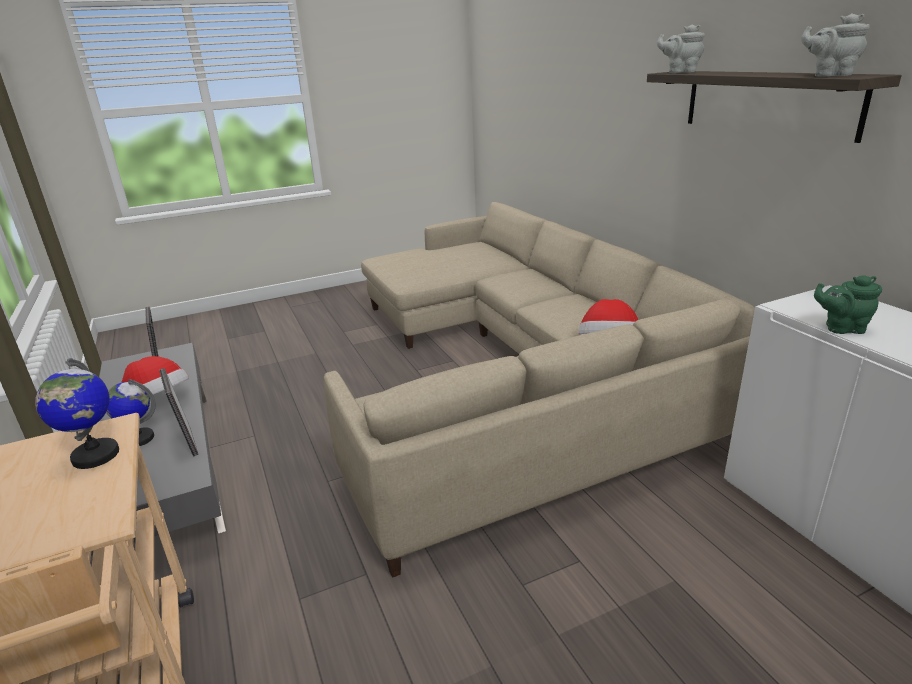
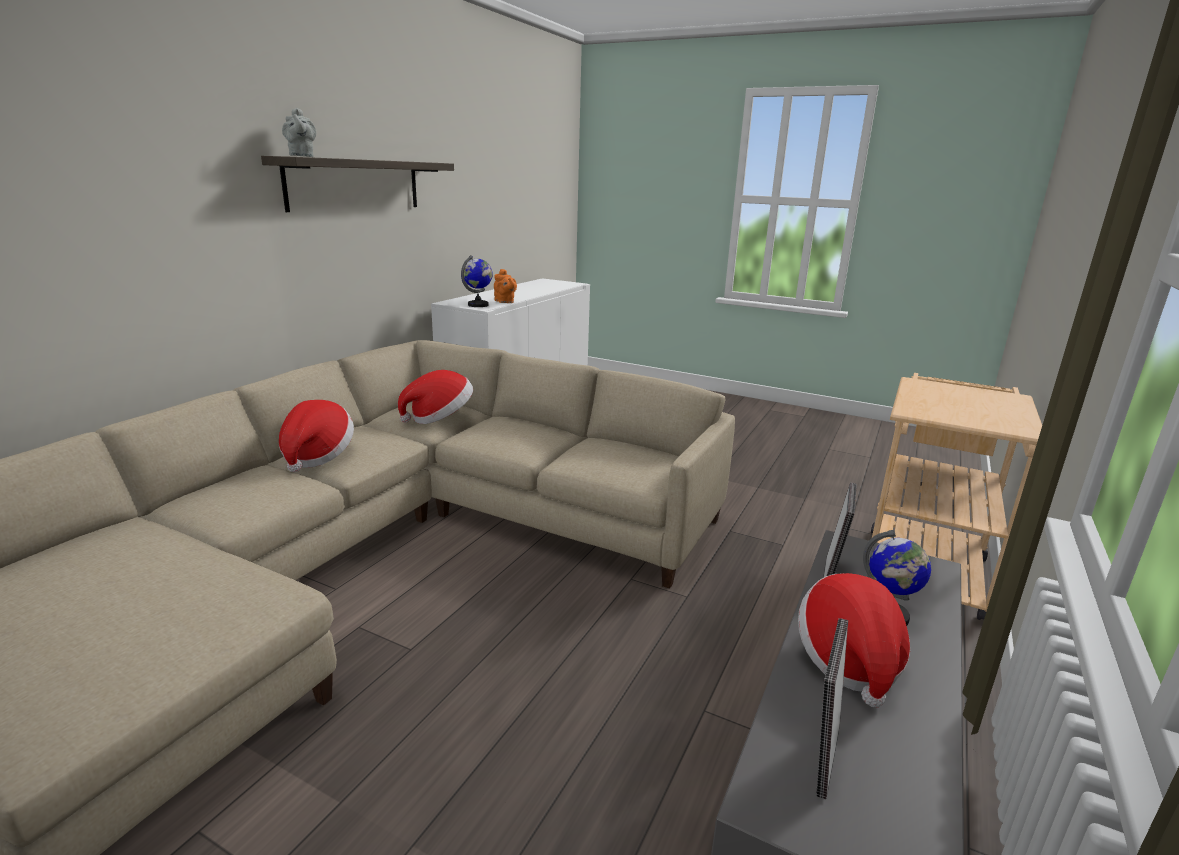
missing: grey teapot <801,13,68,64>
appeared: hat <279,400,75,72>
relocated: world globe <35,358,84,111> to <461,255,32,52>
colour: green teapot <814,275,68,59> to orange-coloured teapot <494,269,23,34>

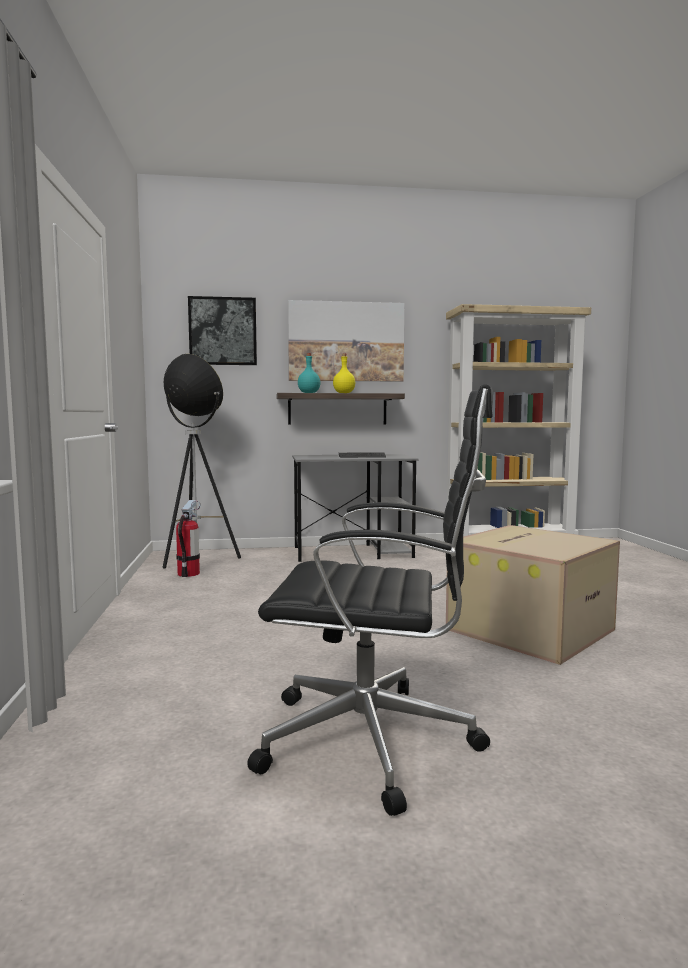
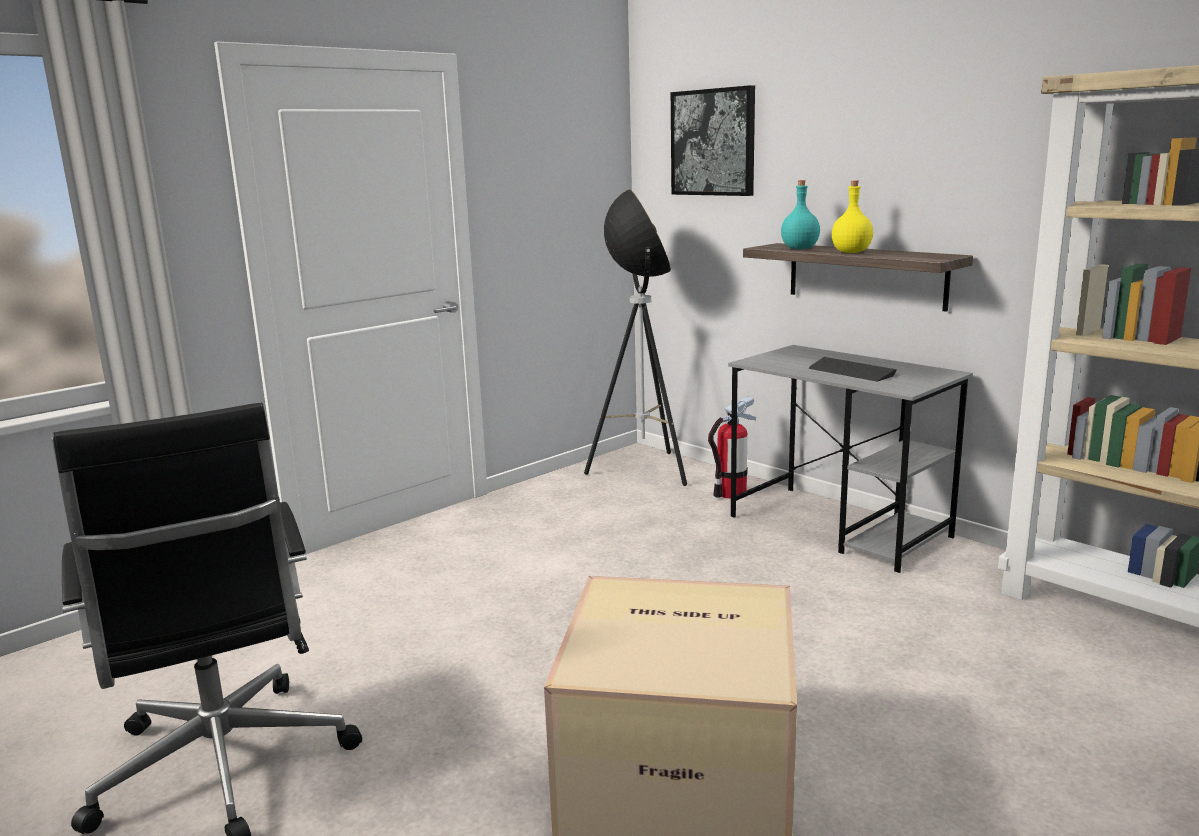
missing: picture <288,300,116,82>
relocated: fire extinguisher <176,500,25,77> to <708,396,48,103>

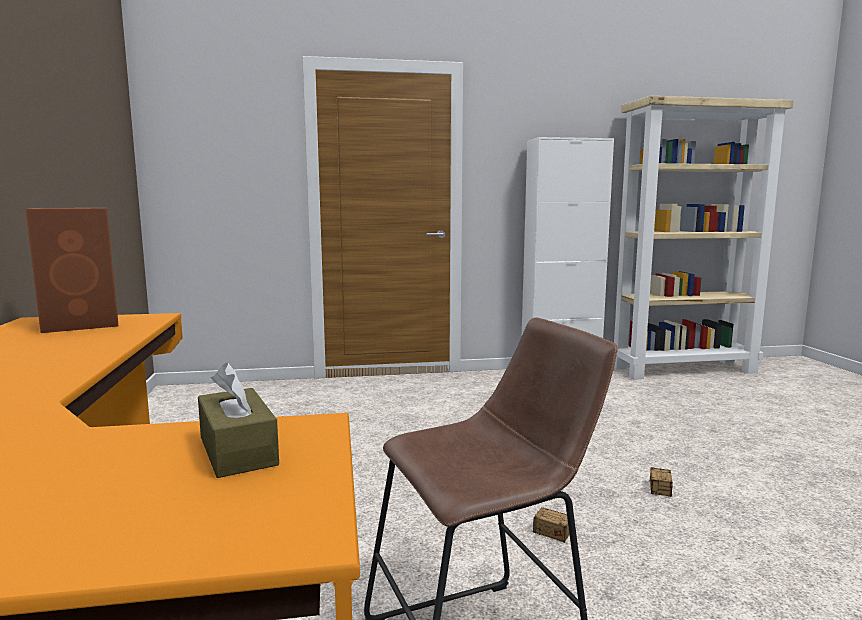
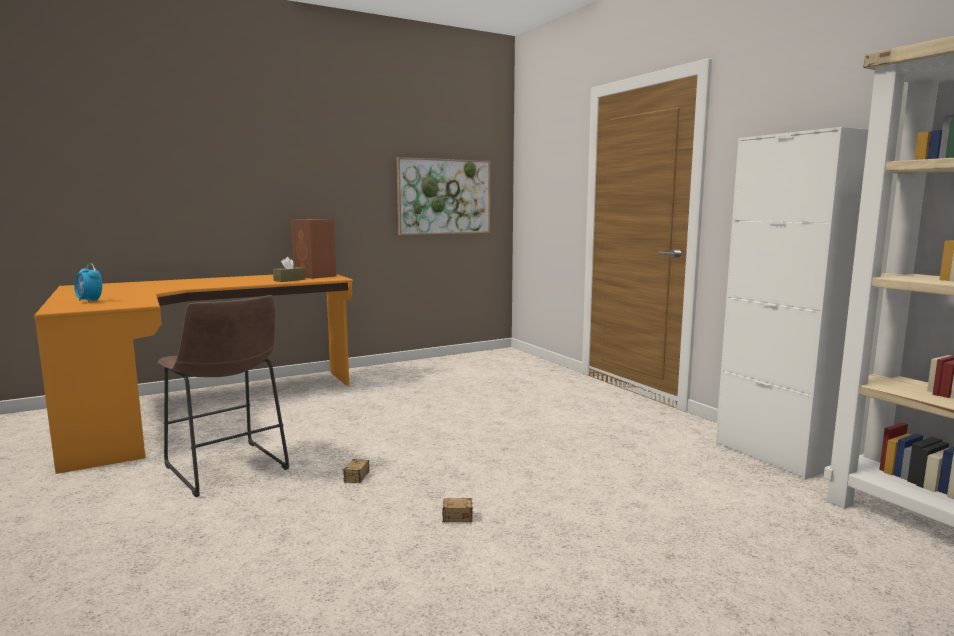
appeared: bedside clock <74,263,28,40>; picture <397,157,93,78>
relocated: brownish tissue holder <198,363,81,115> to <273,257,32,25>

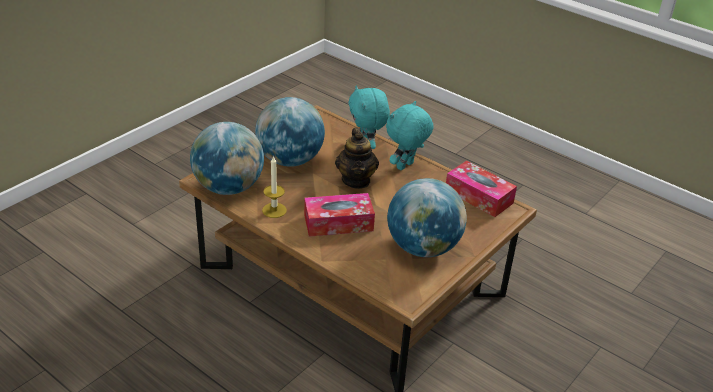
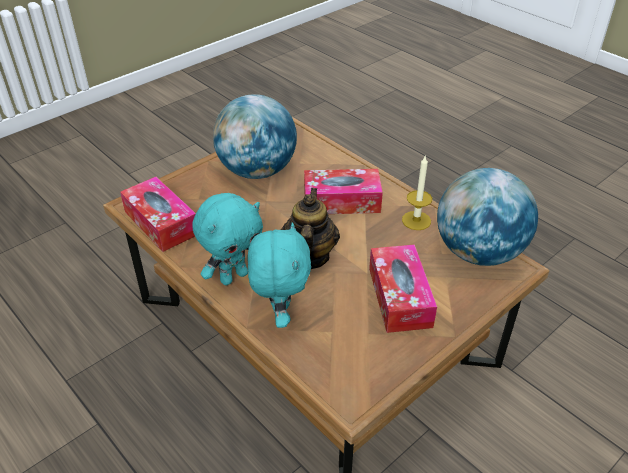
exchanged: world globe <255,97,70,70> to tissue holder <369,244,68,89>

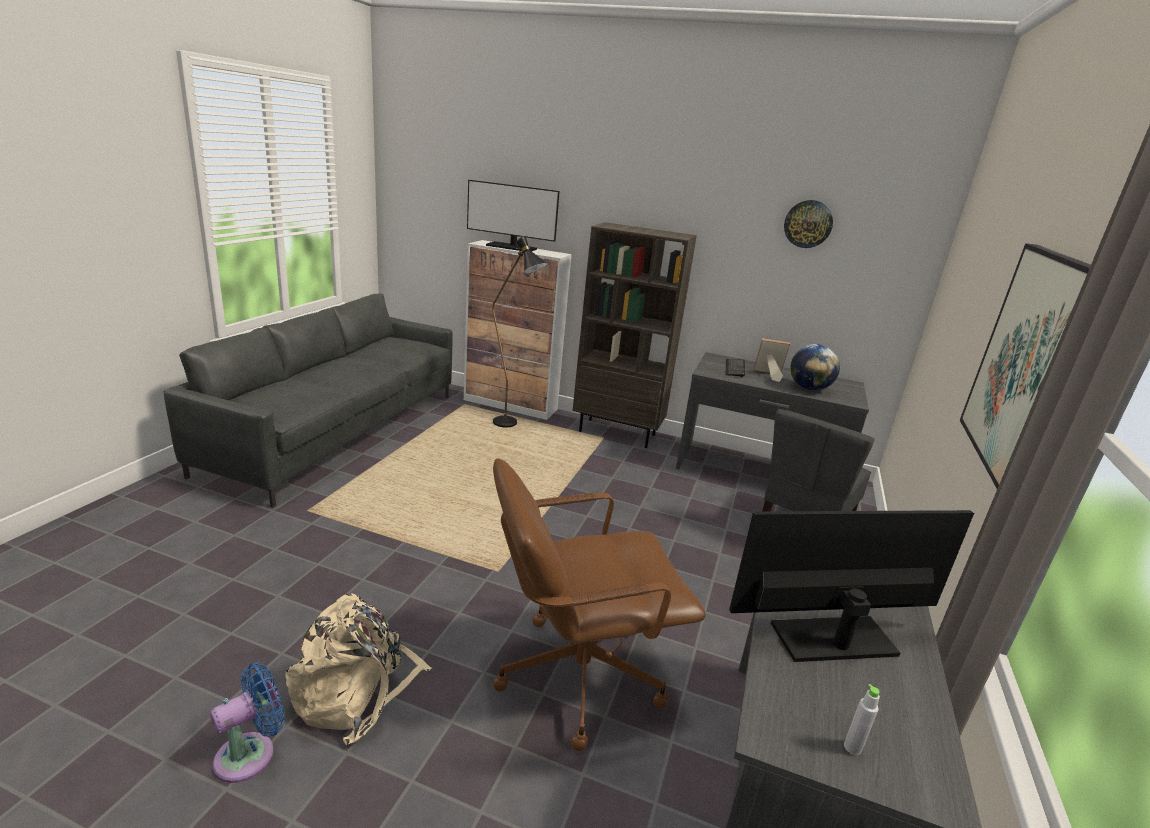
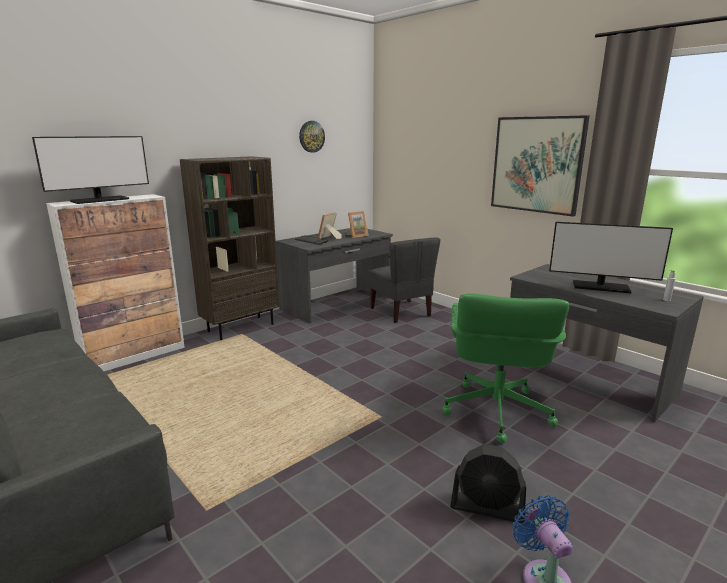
missing: black standard lamp <492,236,56,191>
exchanged: world globe <790,344,50,47> to standing frame <346,211,22,27>; beige backpack <285,593,147,152> to black fan <450,444,76,79>
colour: brownish desk chair <493,458,213,293> to green desk chair <442,294,127,149>
spun: monitor <729,510,245,152> = <549,222,124,71> 90 degrees counterclockwise

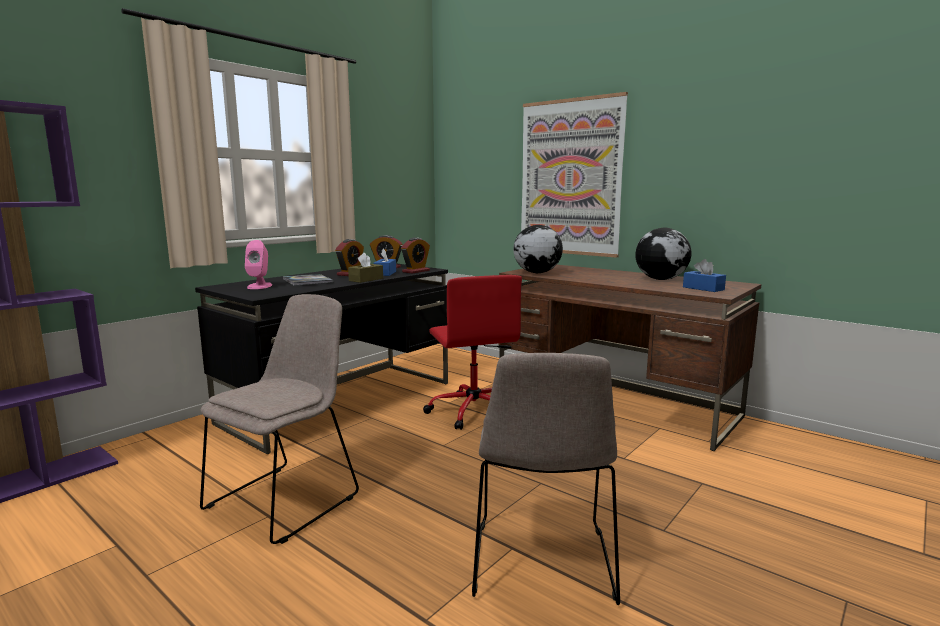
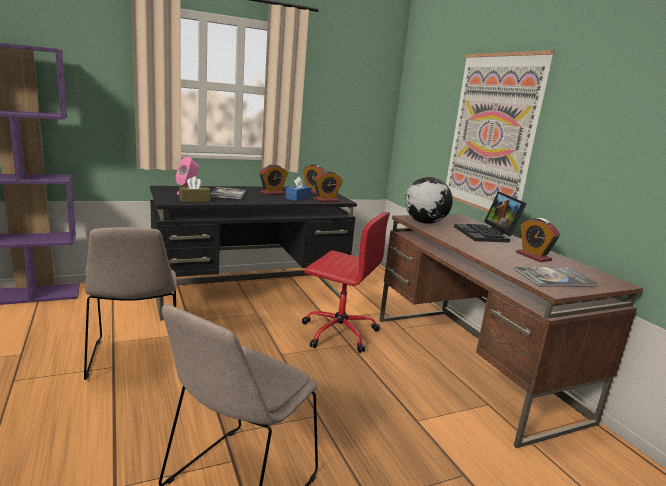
appeared: notebook computer <454,191,73,52>
relocated: brownish tissue holder <348,253,35,30> to <179,176,32,26>
exchanged: blue tissue holder <683,259,43,33> to volume <514,267,84,20>; world globe <635,228,56,52> to bedside clock <516,218,44,44>
spun: beige plain chair <200,294,159,250> = <84,227,93,153> 105 degrees clockwise; reddish desk chair <423,275,99,155> = <302,212,88,141> 75 degrees counterclockwise

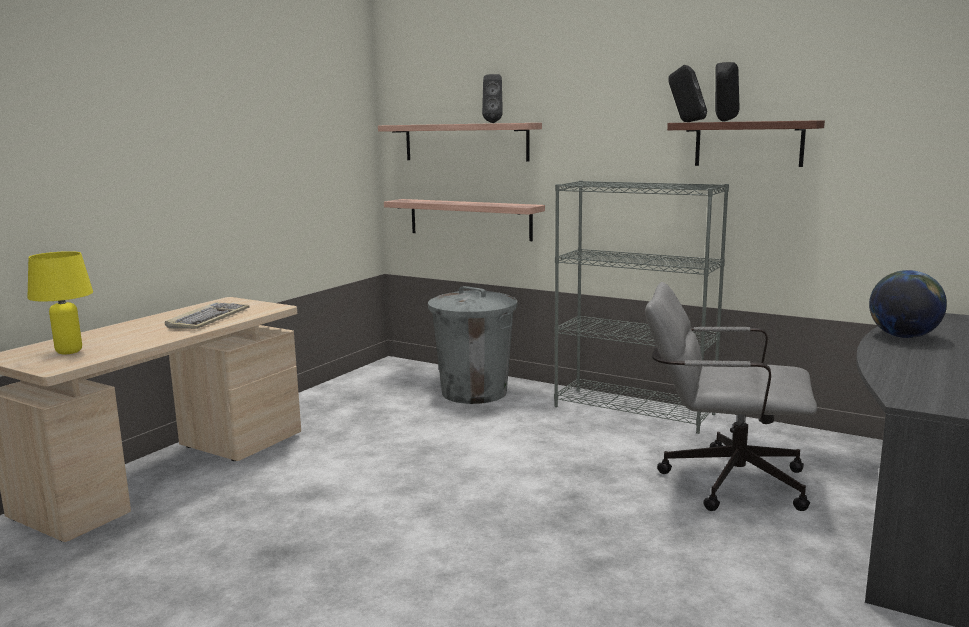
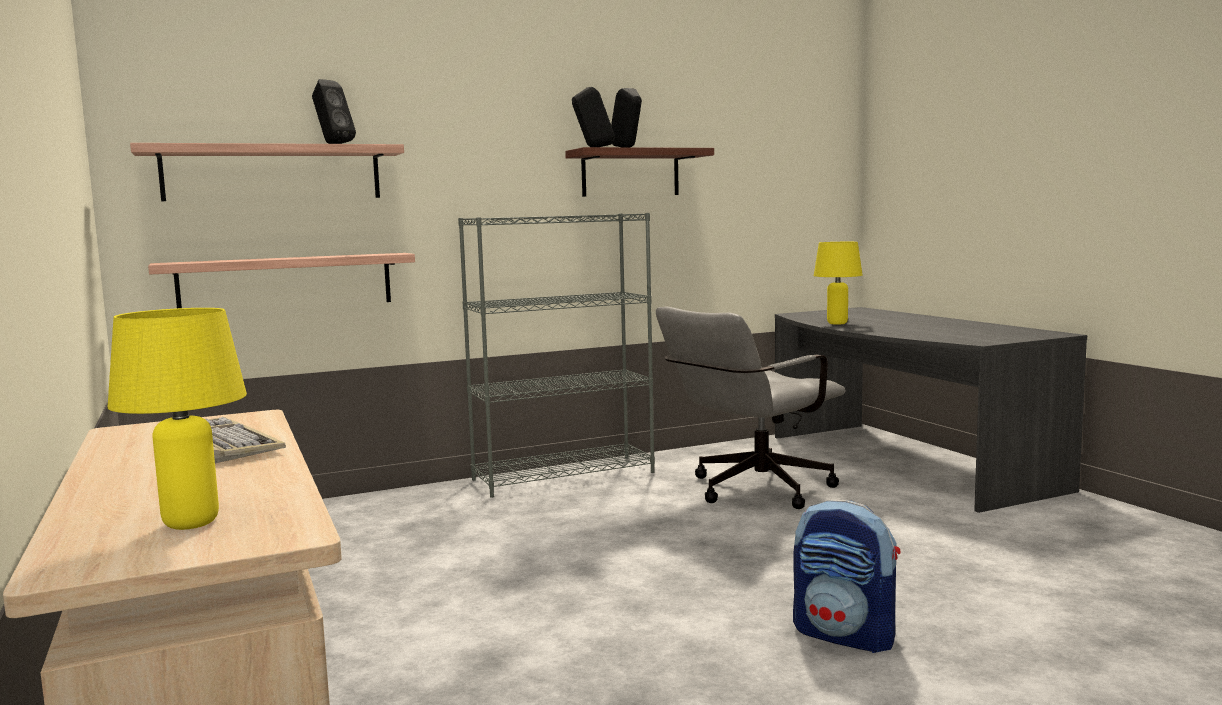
missing: grey waste bin <428,286,89,118>
appeared: backpack <793,500,108,153>
exchanged: world globe <869,270,78,68> to yellow-coloured table lamp <814,242,49,83>

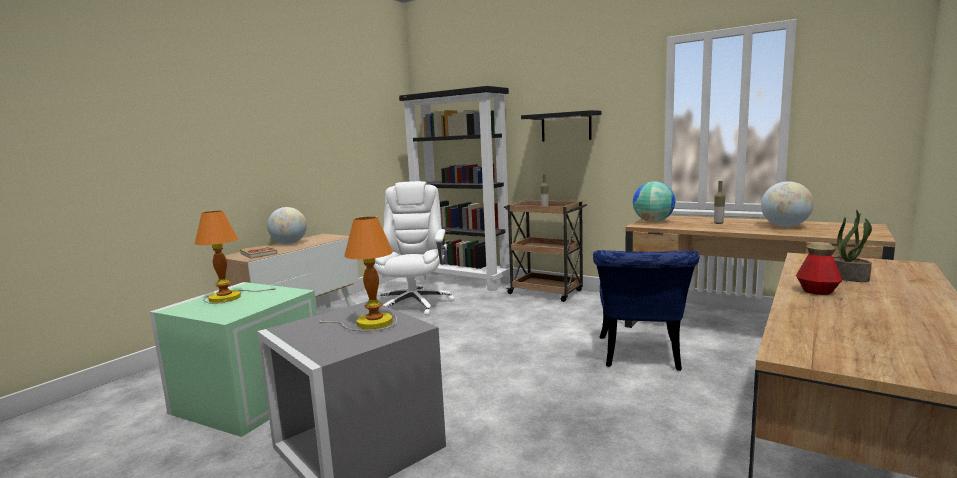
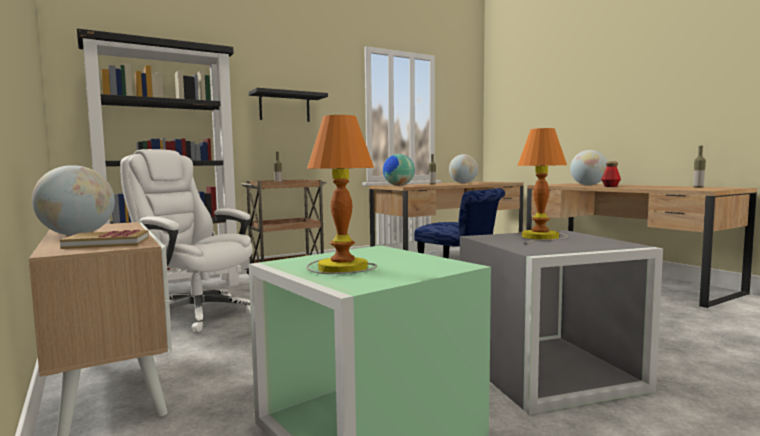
appeared: bottle <693,146,13,42>
exchanged: potted plant <833,210,39,72> to world globe <570,150,38,35>

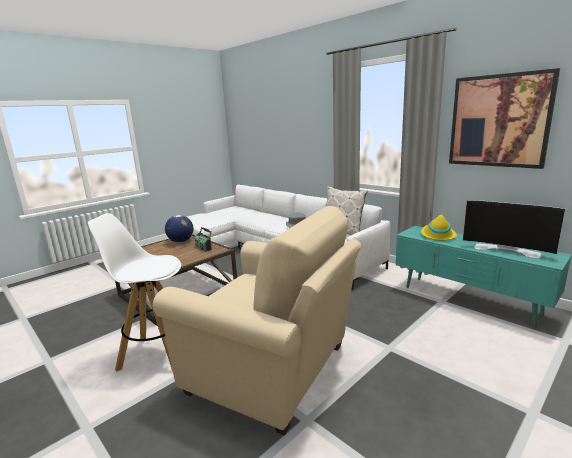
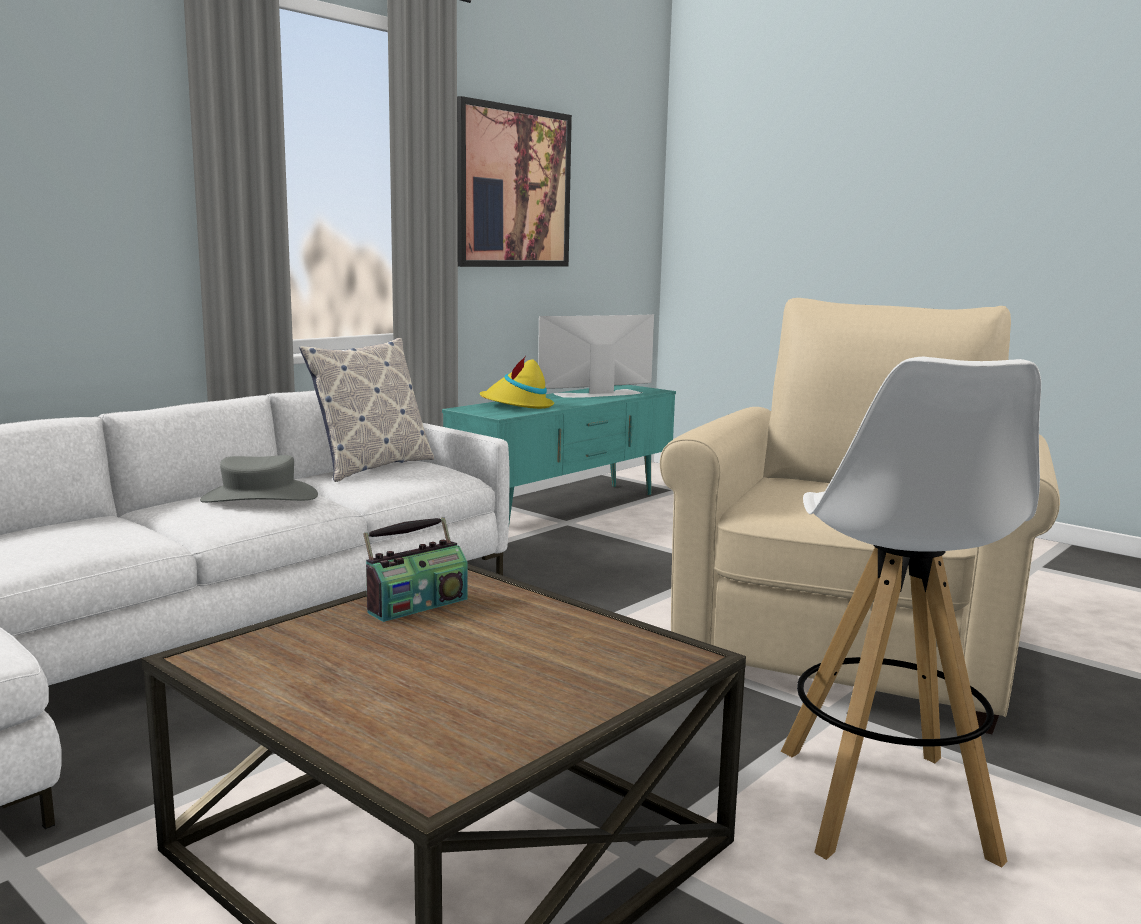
missing: world globe <165,215,28,27>
spun: television <462,200,103,59> = <538,314,116,84> 150 degrees counterclockwise

